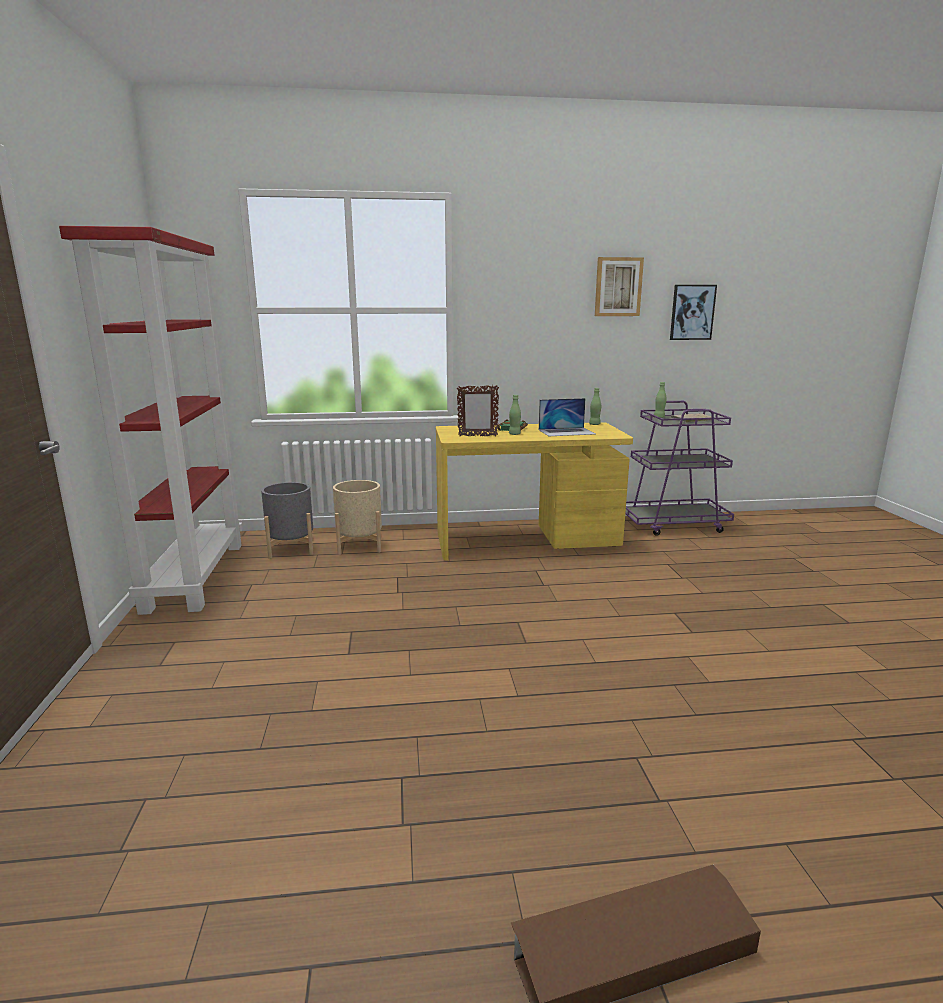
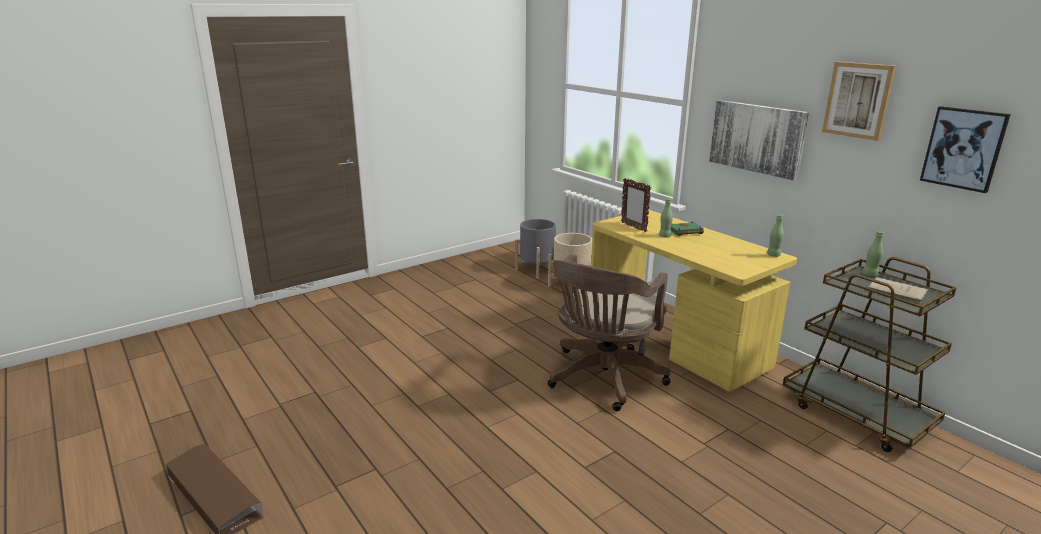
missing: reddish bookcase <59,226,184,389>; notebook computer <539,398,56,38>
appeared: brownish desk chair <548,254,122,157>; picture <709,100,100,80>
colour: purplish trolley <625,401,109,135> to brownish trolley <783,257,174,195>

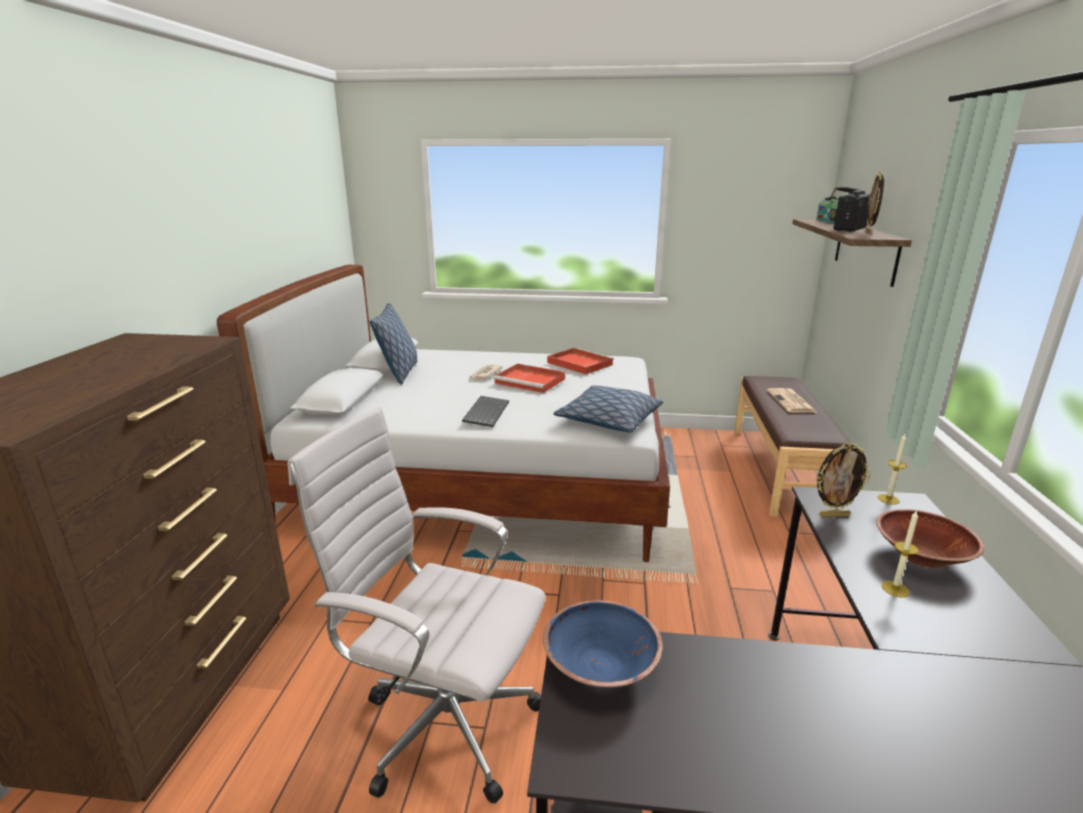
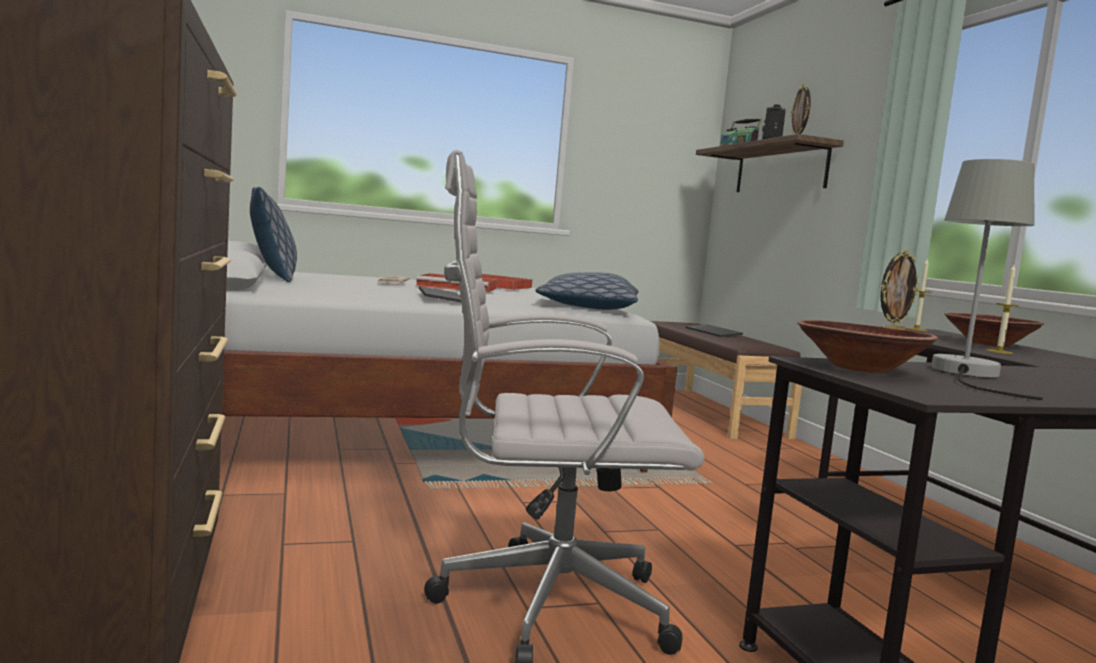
appeared: grey table lamp <931,159,112,241>
exchanged: daily paper <767,388,51,25> to keyboard <685,324,58,13>
colour: blue bowl <543,600,120,89> to brownish bowl <797,320,141,53>

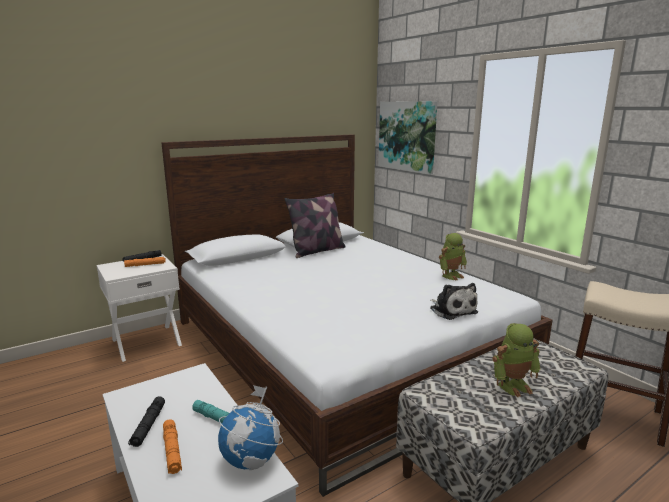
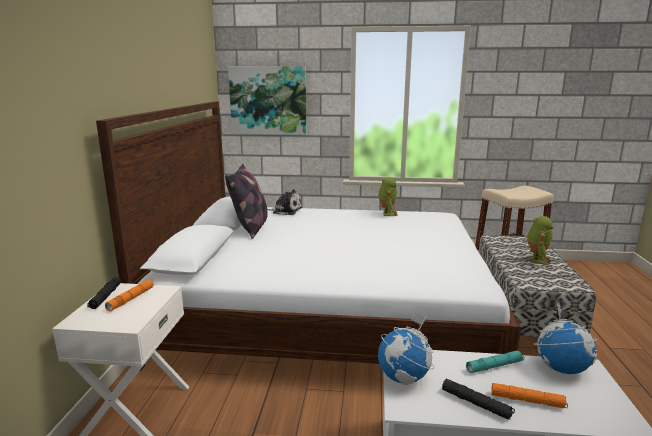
appeared: world globe <378,312,56,73>
relocated: plush toy <430,283,48,37> to <267,189,35,26>

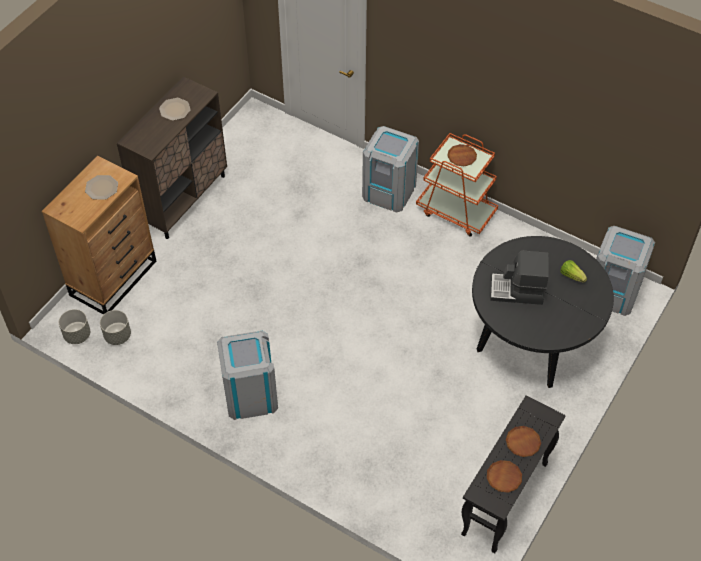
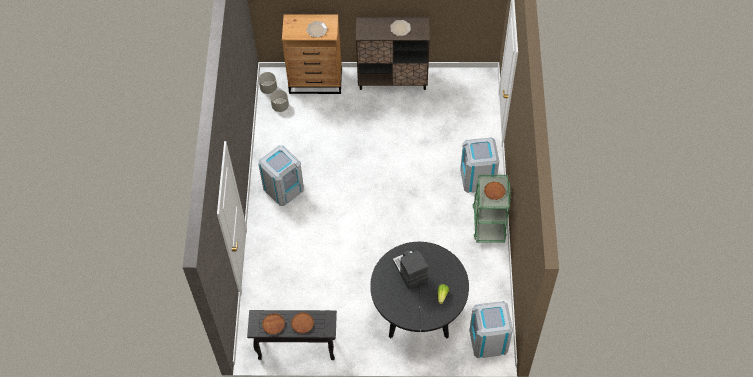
colour: orange-coloured trolley <416,133,82,103> to green trolley <472,175,39,67>

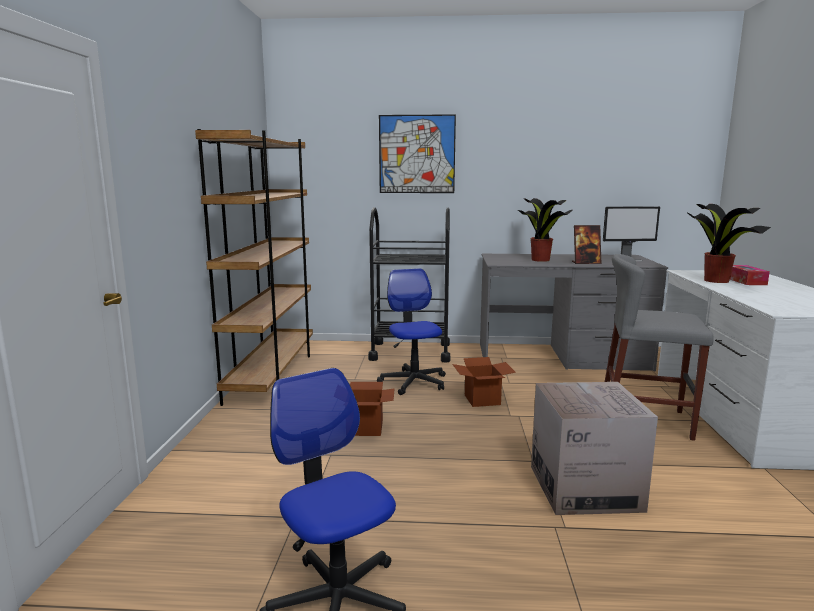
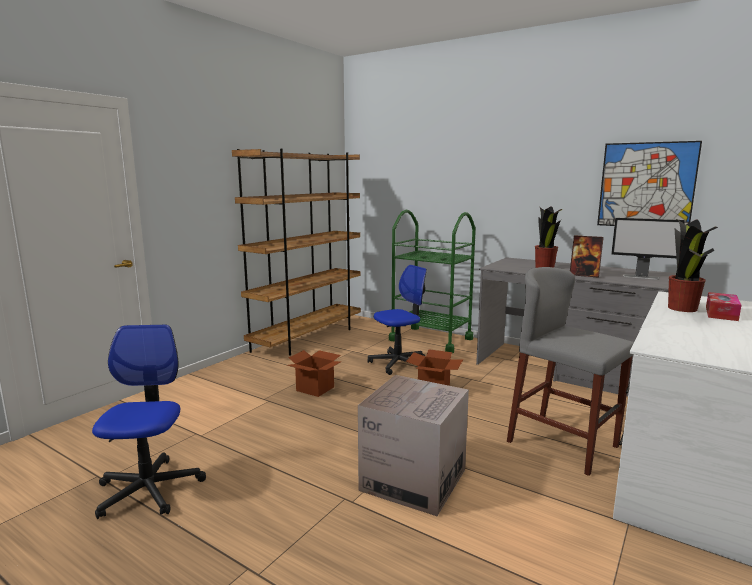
relocated: picture <379,114,77,79> to <597,141,105,85>
colour: black trolley <368,207,83,156> to green trolley <389,210,87,143>
spun: desk chair <377,268,69,127> = <367,265,60,110> 45 degrees clockwise

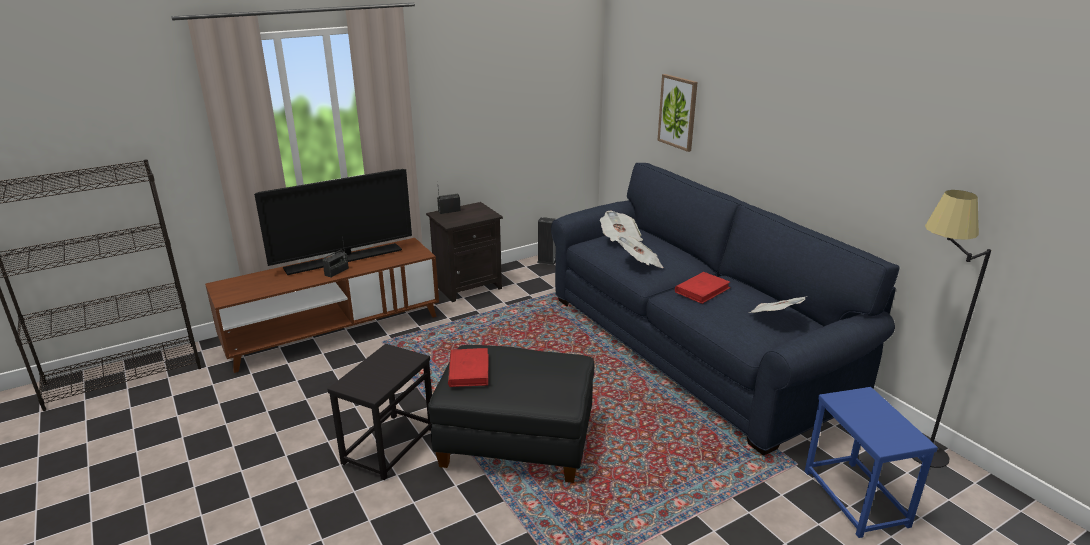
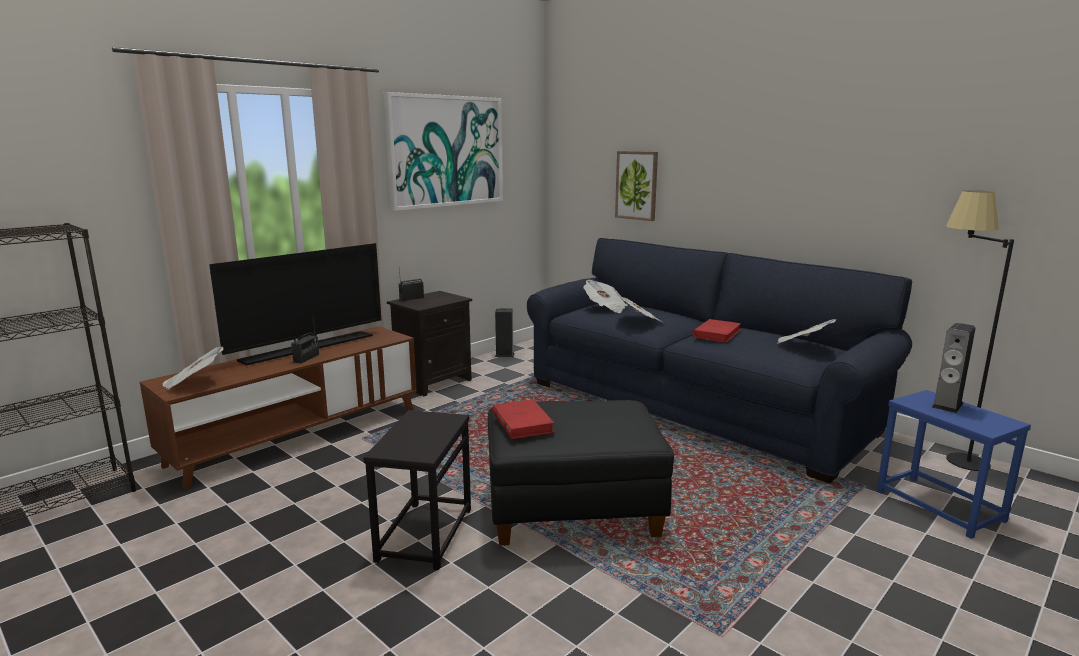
appeared: daily paper <162,347,62,43>; picture <384,92,119,119>; speaker <931,323,45,90>

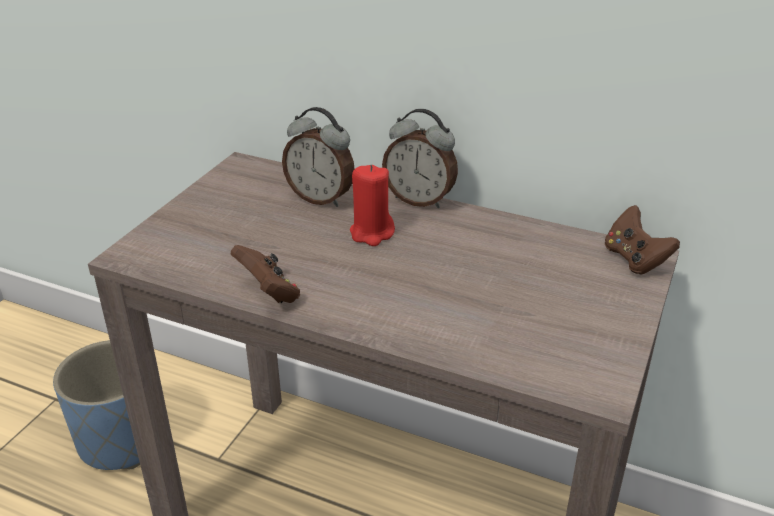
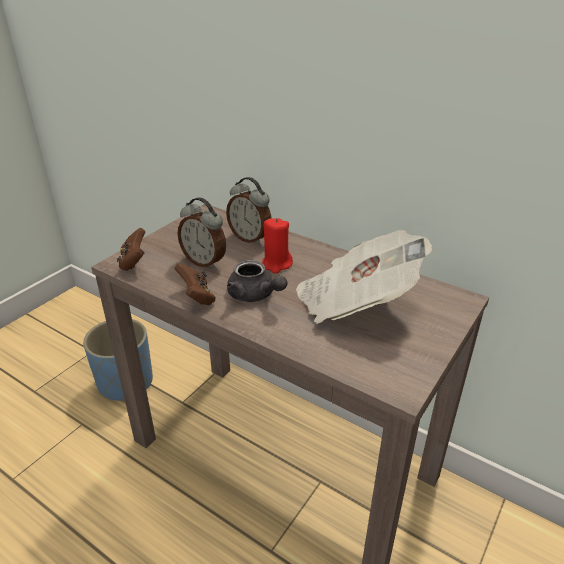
appeared: grey teapot <227,260,61,42>; daily paper <296,230,137,94>
relocated: brownish game controller <605,205,75,69> to <117,228,28,43>; bedside clock <382,109,76,99> to <178,197,48,72>

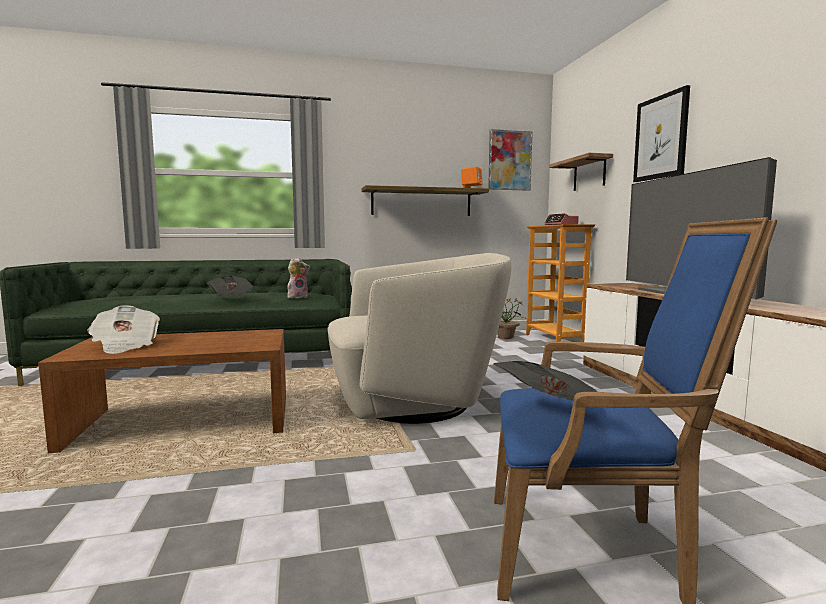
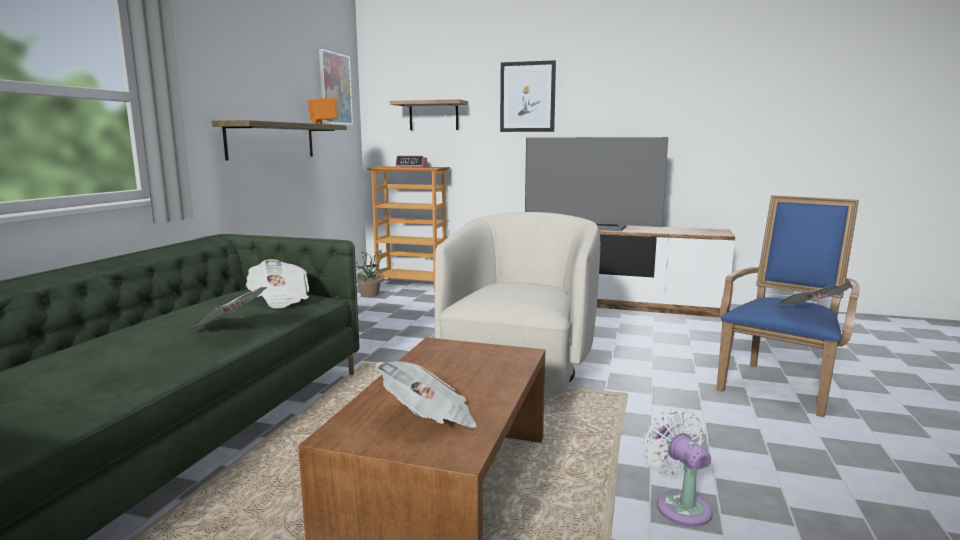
appeared: white fan <642,408,71,118>
exchanged: plush toy <287,258,23,40> to daily paper <246,259,63,50>

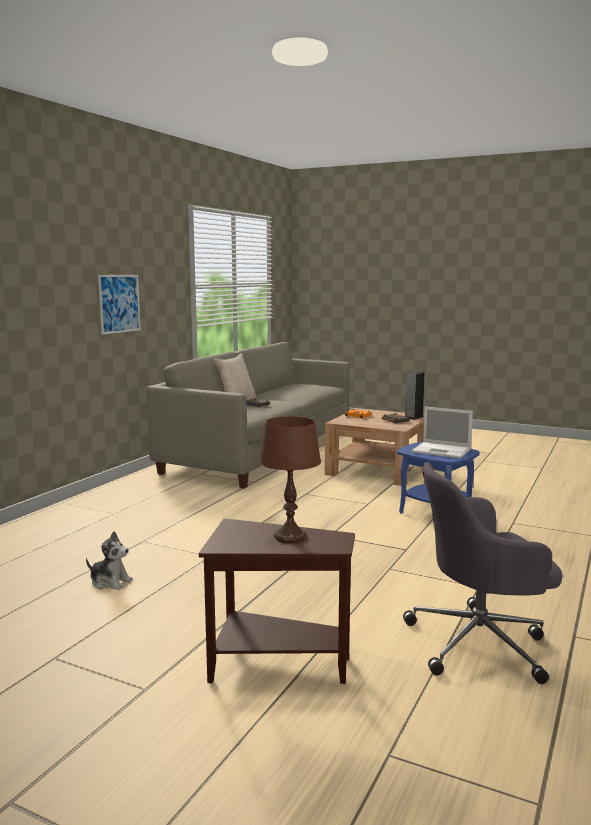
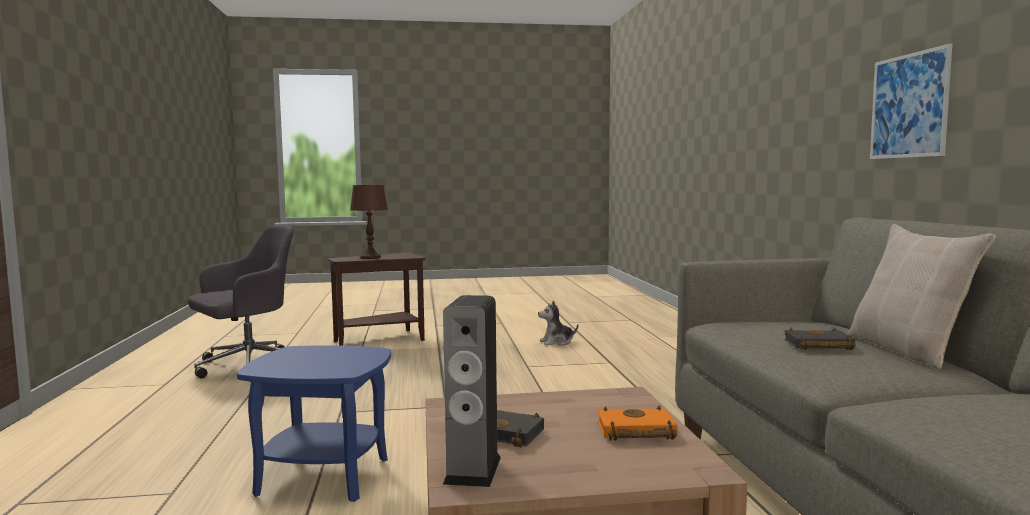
missing: notebook computer <412,407,61,52>

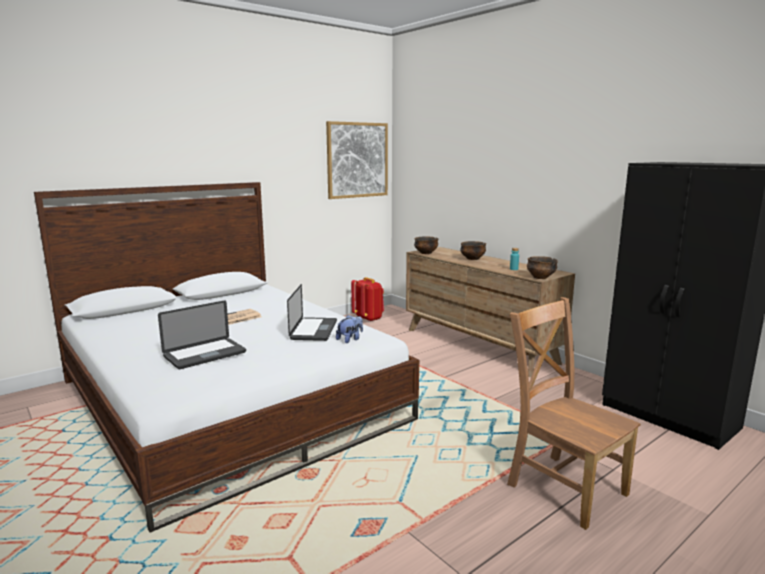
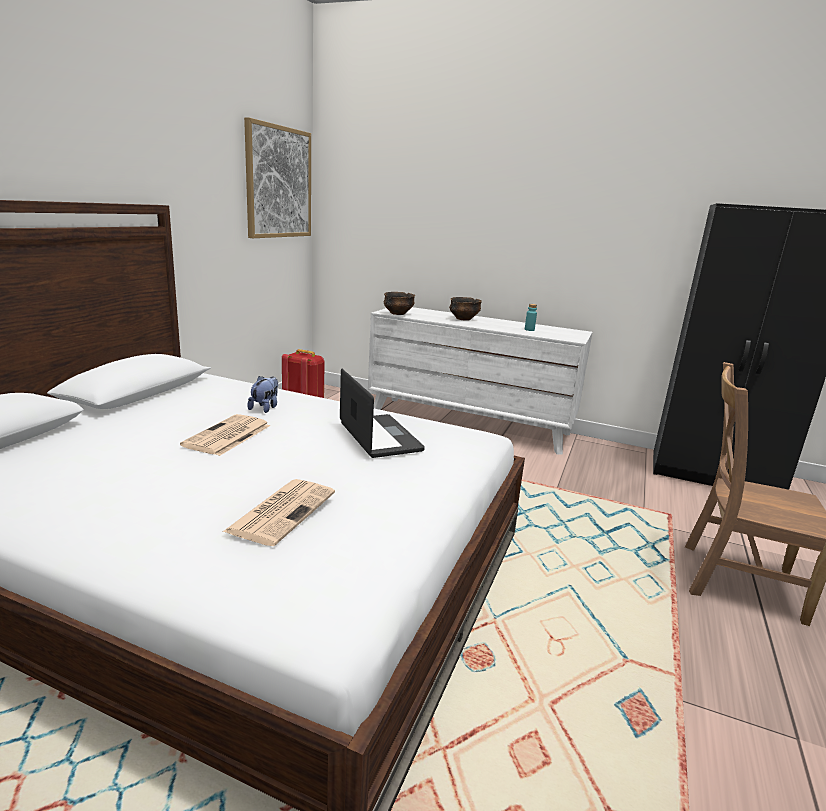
missing: bowl <527,256,31,23>
relocated: plush toy <336,315,27,28> to <247,376,31,37>
exchanged: notebook computer <158,300,88,69> to daily paper <223,479,112,67>
colour: brownish chest of drawers <406,247,169,130> to white chest of drawers <368,307,224,148>

